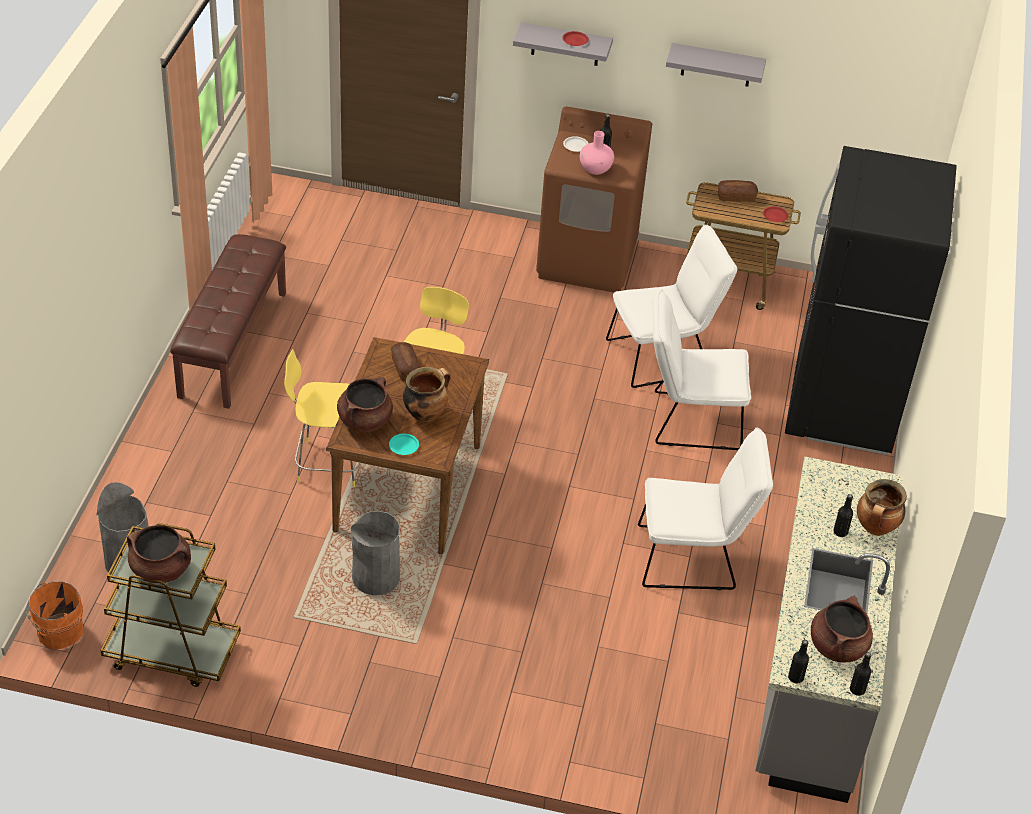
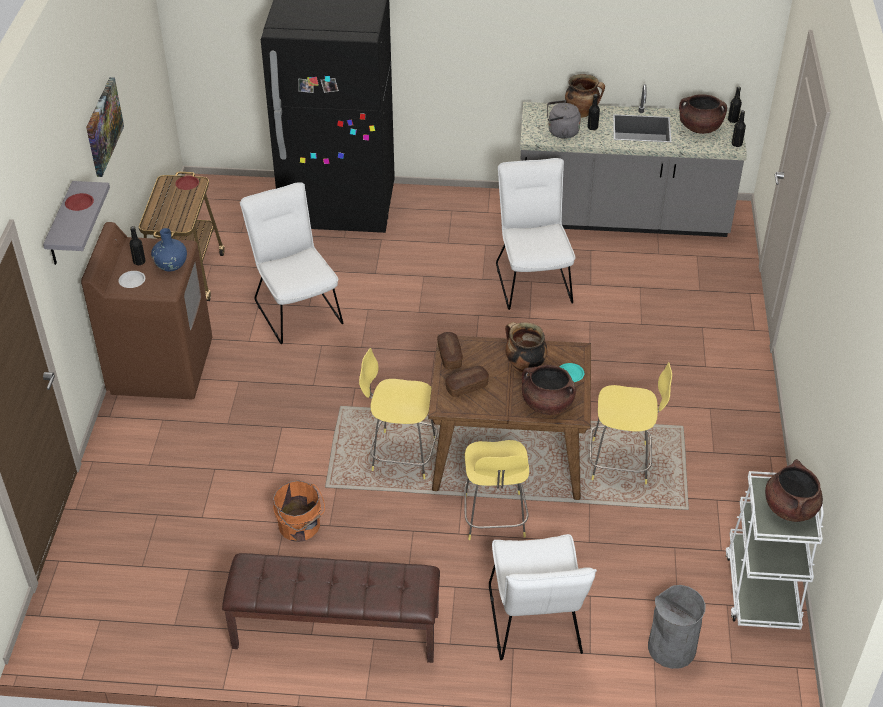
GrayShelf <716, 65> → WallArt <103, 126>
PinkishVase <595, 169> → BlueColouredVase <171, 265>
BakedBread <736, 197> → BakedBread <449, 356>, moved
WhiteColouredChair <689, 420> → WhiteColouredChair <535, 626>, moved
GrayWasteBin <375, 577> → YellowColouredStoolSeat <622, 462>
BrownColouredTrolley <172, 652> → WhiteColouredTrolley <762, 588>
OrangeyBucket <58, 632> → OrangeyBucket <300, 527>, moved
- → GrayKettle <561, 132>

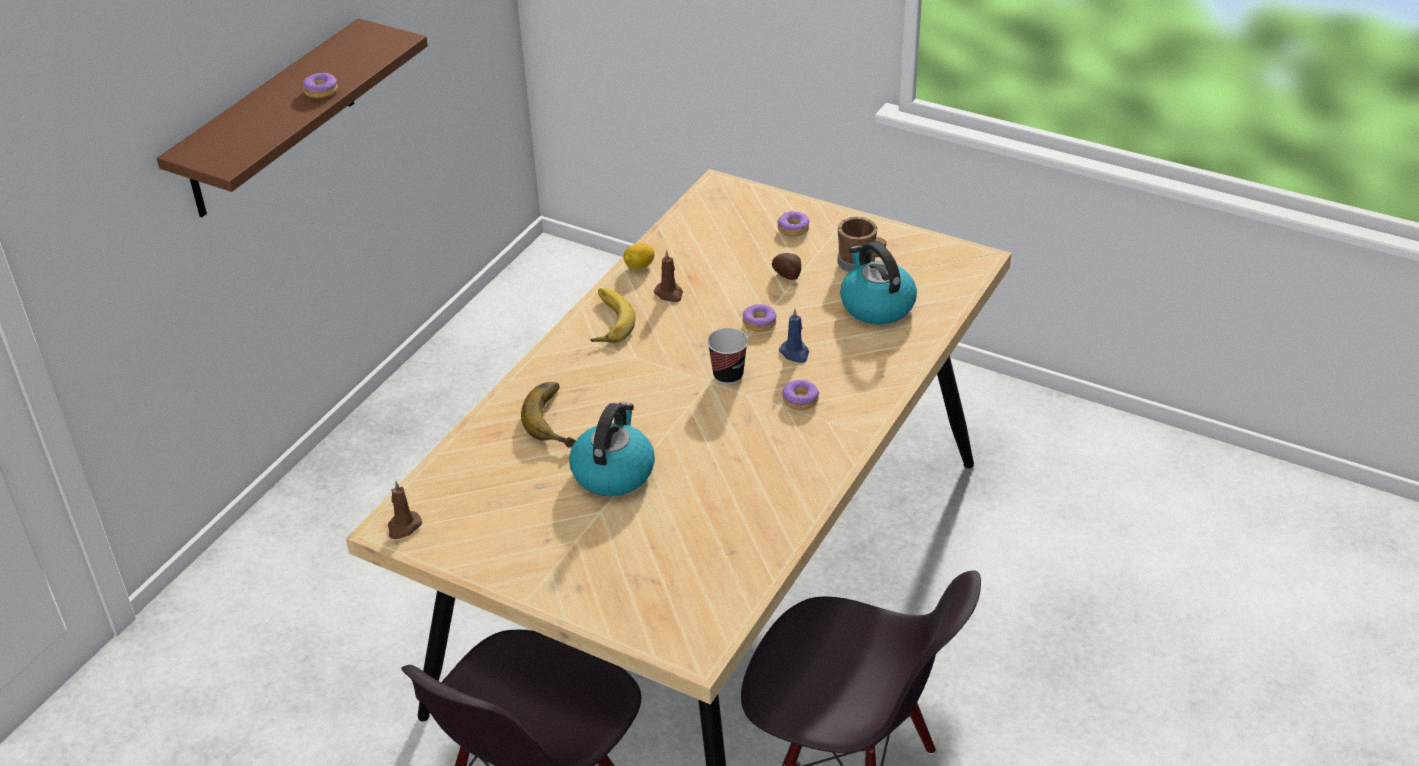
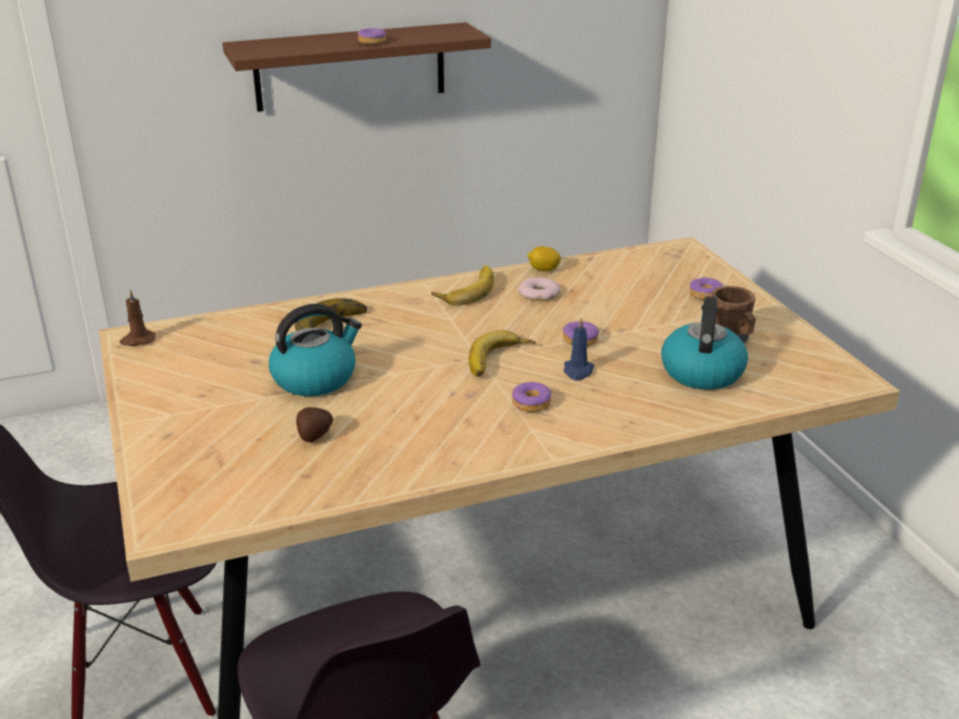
BrownColouredCandle <669, 294> → Donut <539, 294>
WholePotato <787, 275> → WholePotato <314, 436>, moved
DrinkingCup <728, 375> → BananaFruit <500, 361>

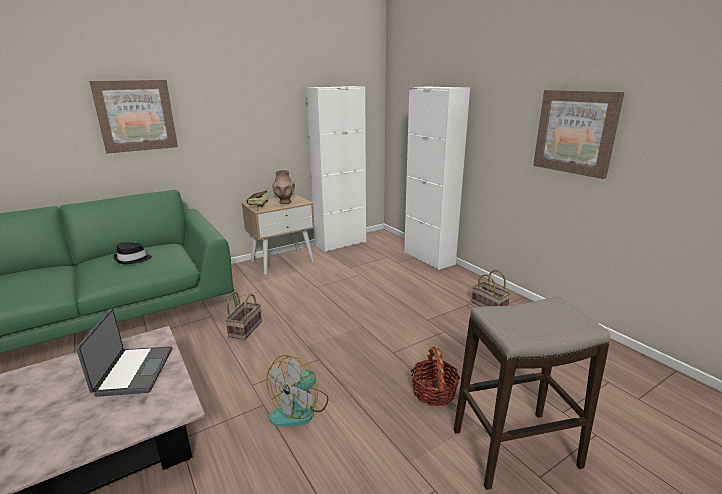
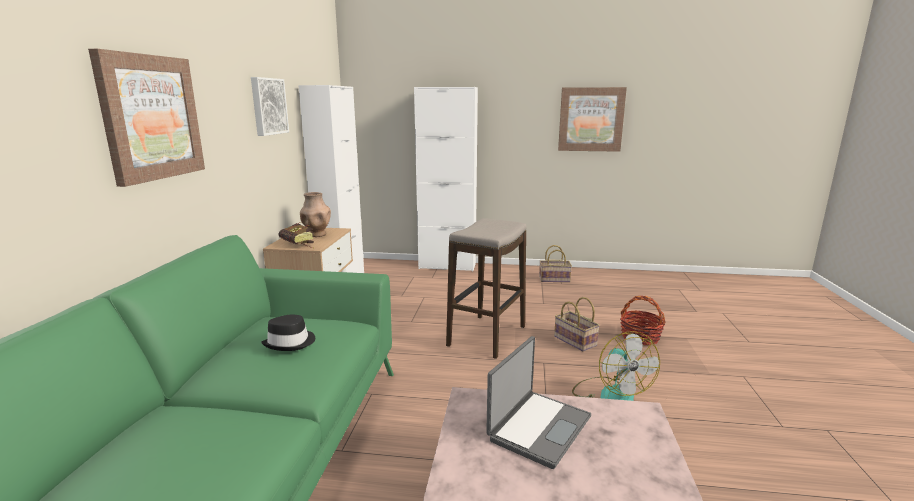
StorageBasket <245, 328> → StorageBasket <573, 341>, moved
StoolSeat <514, 448> → StoolSeat <486, 336>, moved
PortableComputer <133, 371> → PortableComputer <538, 428>, 90 degrees clockwise
- → WallArt <268, 106>

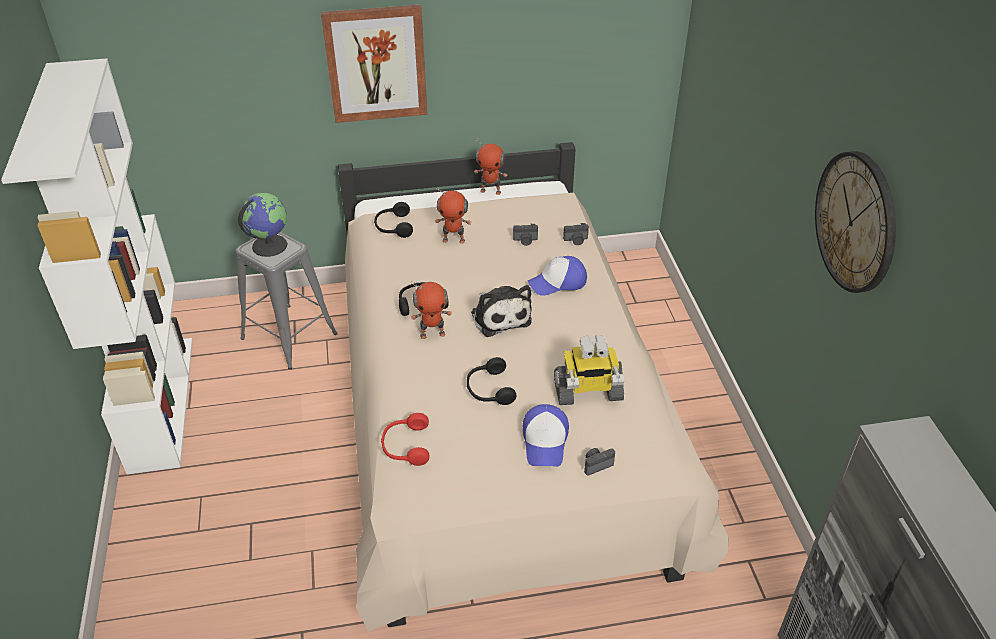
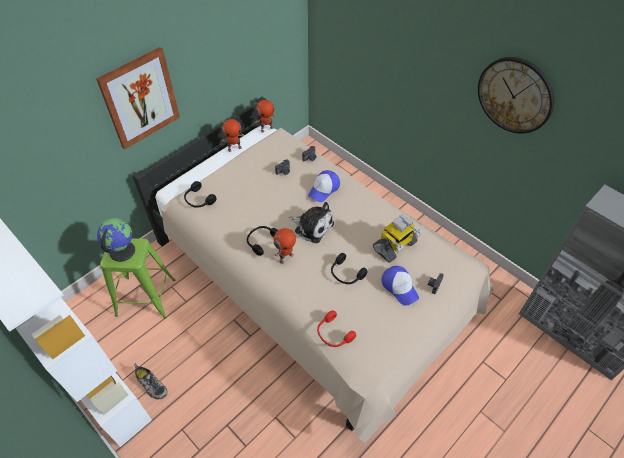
RobotFigure <454, 240> → RobotFigure <266, 128>, moved
GrayStoolSeat <288, 335> → GreenColouredStoolSeat <145, 297>
- → LowShoe <150, 384>

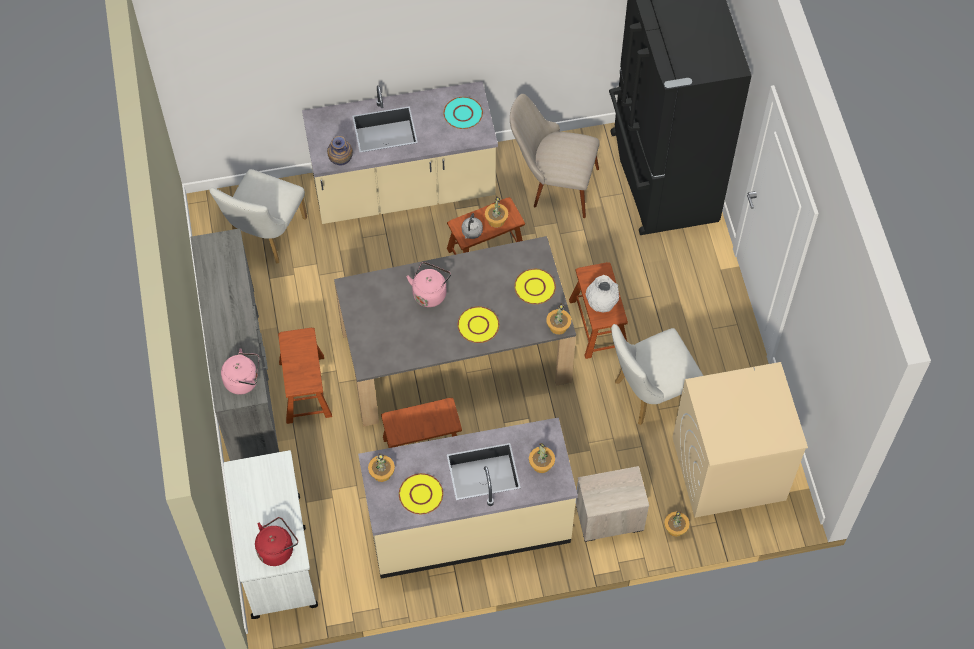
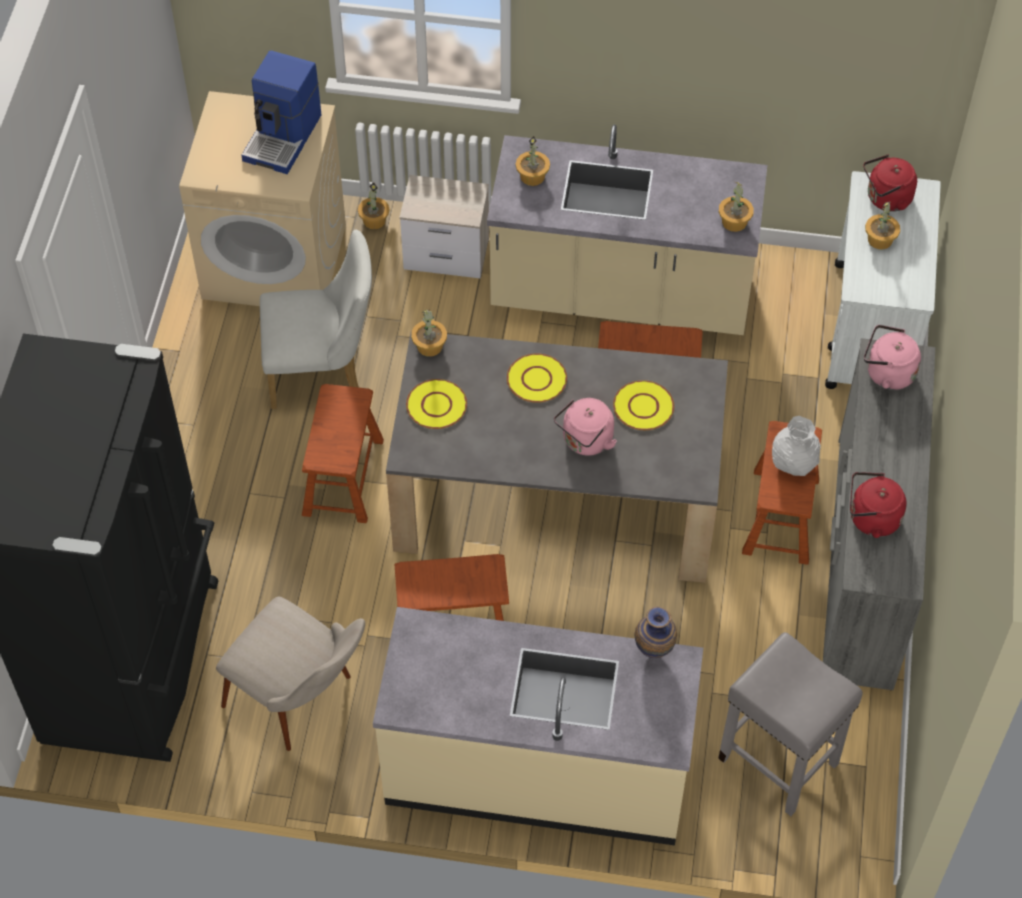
TurquoisePlate <463, 114> → -
WhiteColouredChair <265, 236> → GrayStoolSeat <780, 762>
Houseplant <496, 220> → Houseplant <880, 240>, moved
GrayKettle <471, 233> → -
WhiteColouredVase <601, 302> → WhiteColouredVase <794, 463>, moved
YellowColouredPlate <421, 494> → YellowColouredPlate <643, 406>, moved
- → CoffeeBrewer <284, 137>
- → ReddishKettle <871, 519>

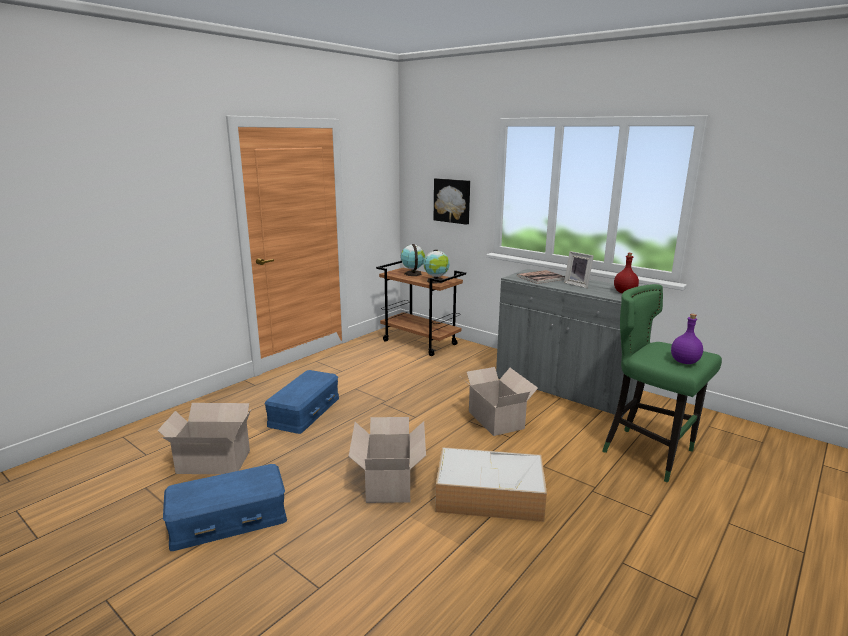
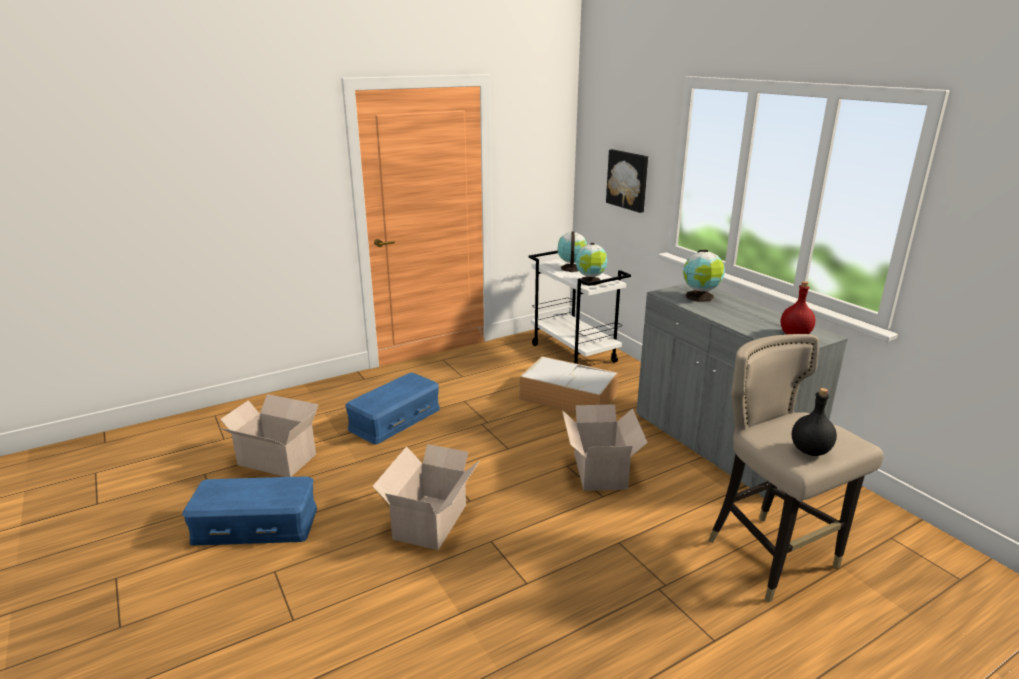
StandingFrame <578, 284> → -
BrownColouredTrolley <420, 343> → WhiteColouredTrolley <574, 353>
Volume <541, 277> → Globe <700, 297>
GreenColouredStoolSeat <649, 453> → BeigeColouredStoolSeat <771, 557>
PurpleColouredDrinkBottle <685, 362> → BlackDrinkBottle <810, 451>
StorageContainer <491, 495> → StorageContainer <569, 397>, moved

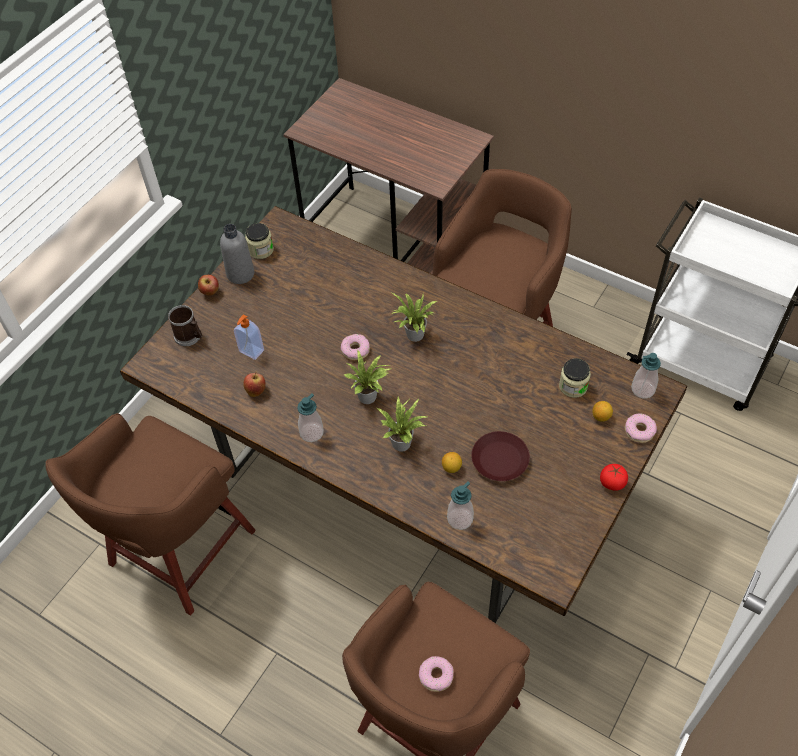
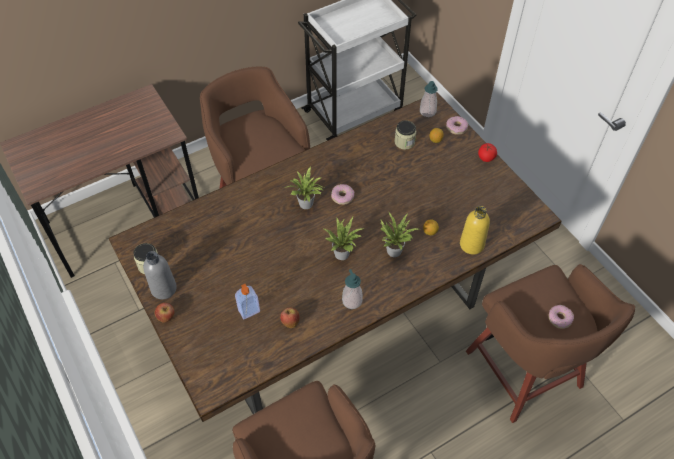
Mug <190, 336> → -
Donut <355, 350> → Donut <342, 196>, moved
BrownColouredPlate <499, 460> → -
LiquidSoapBottle <460, 519> → YellowColouredDrinkBottle <471, 244>

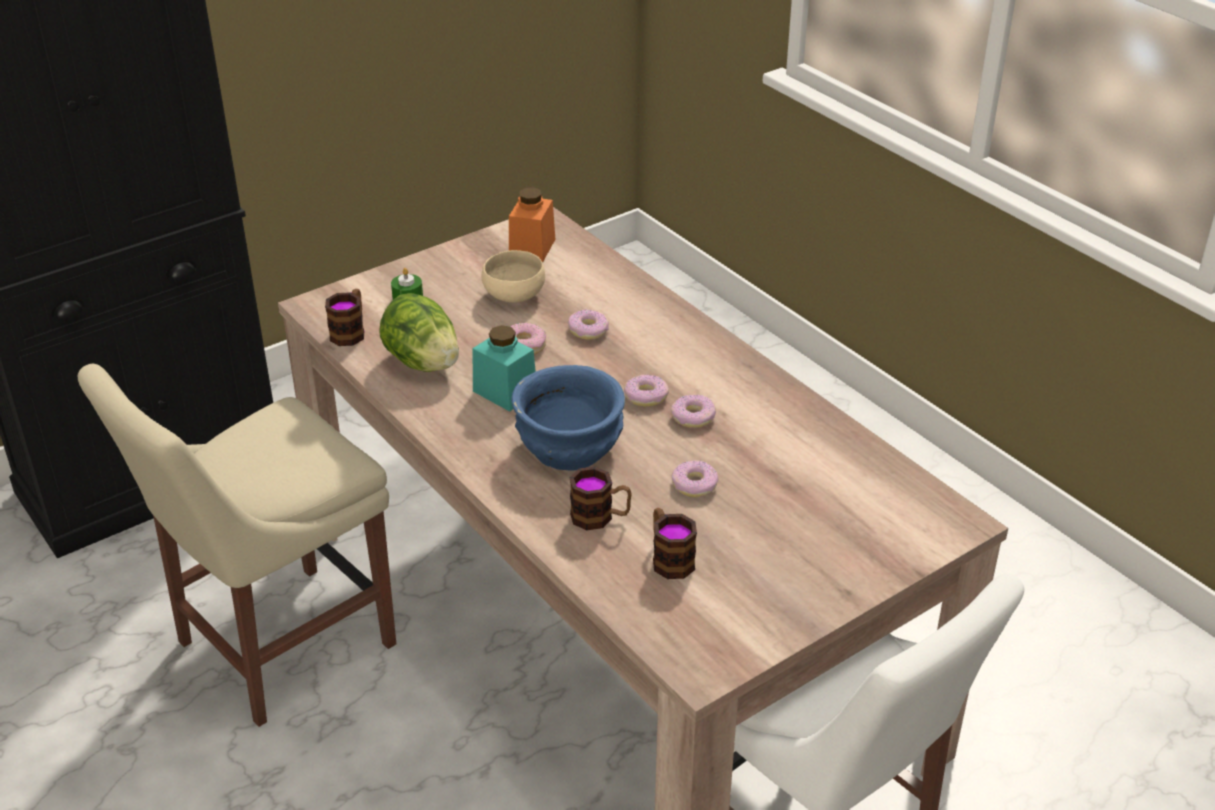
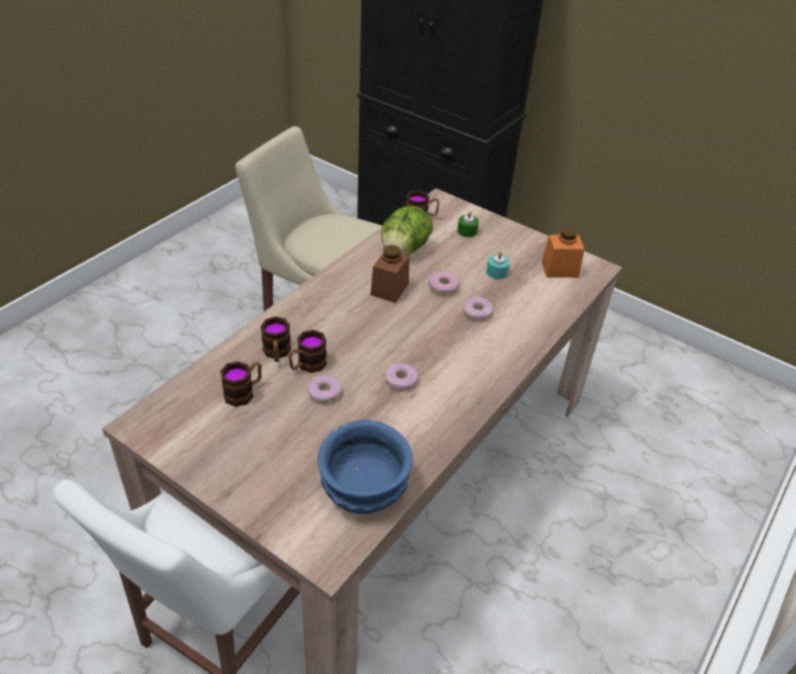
BeigeColouredBowl <513, 296> → TurquoiseCandle <497, 272>
TurquoiseStorageJar <505, 392> → BrownColouredStorageJar <389, 289>
BlueColouredBowl <571, 446> → BlueColouredBowl <364, 489>, moved
Donut <645, 396> → -
- → Mug <307, 365>

